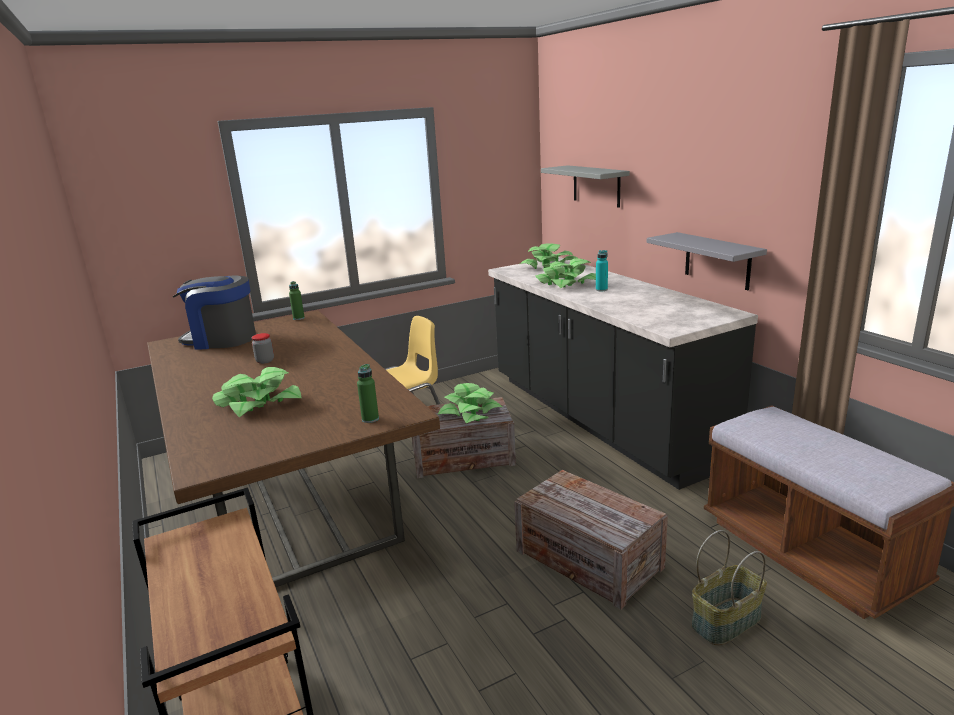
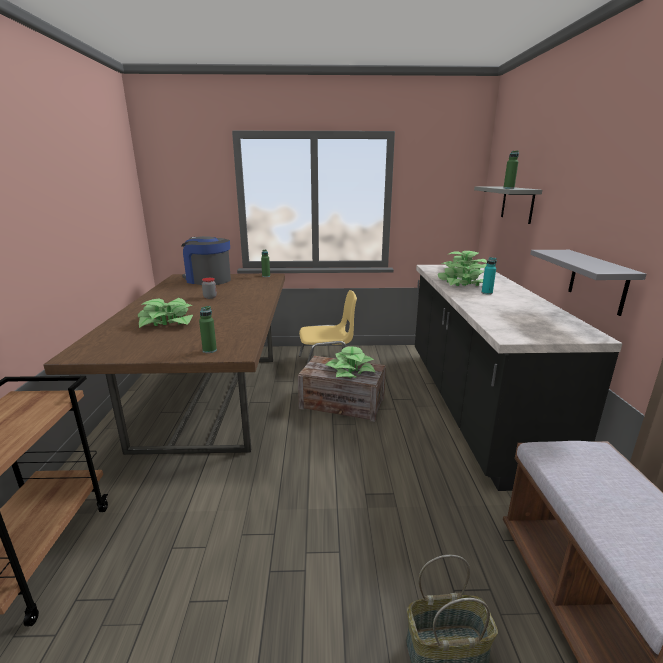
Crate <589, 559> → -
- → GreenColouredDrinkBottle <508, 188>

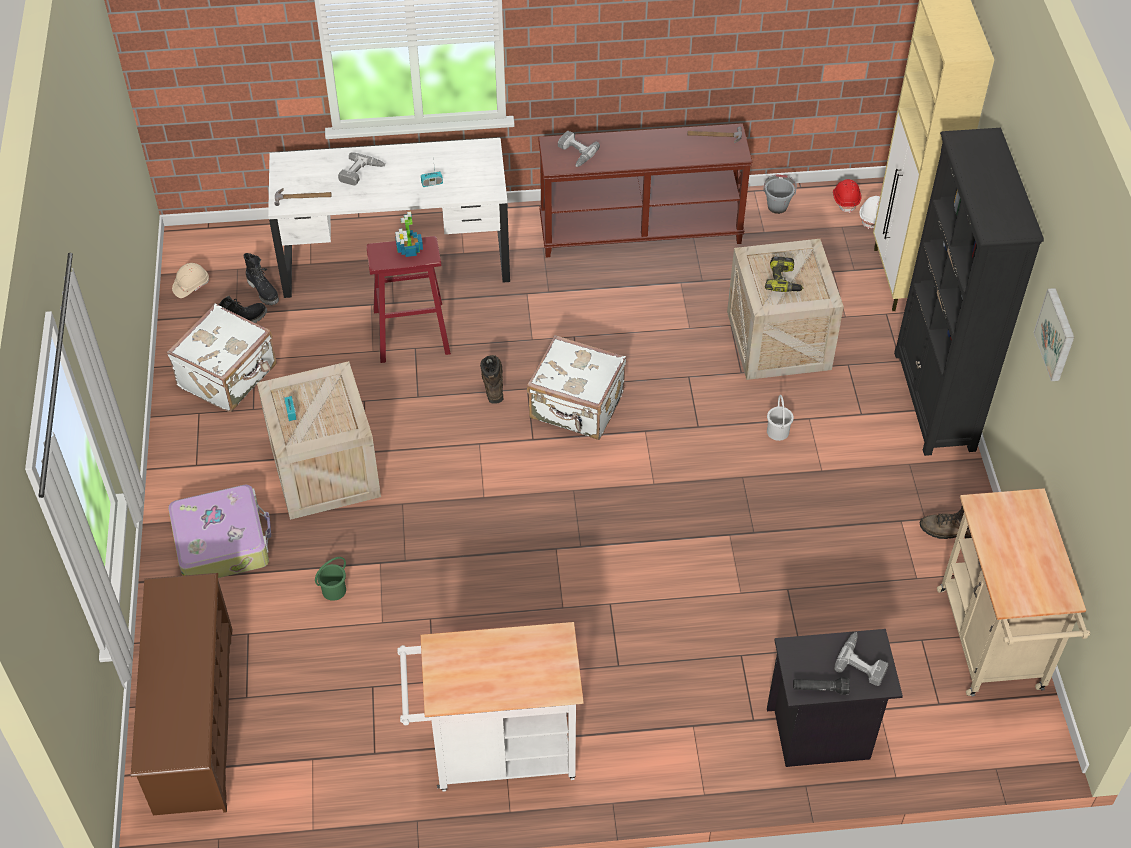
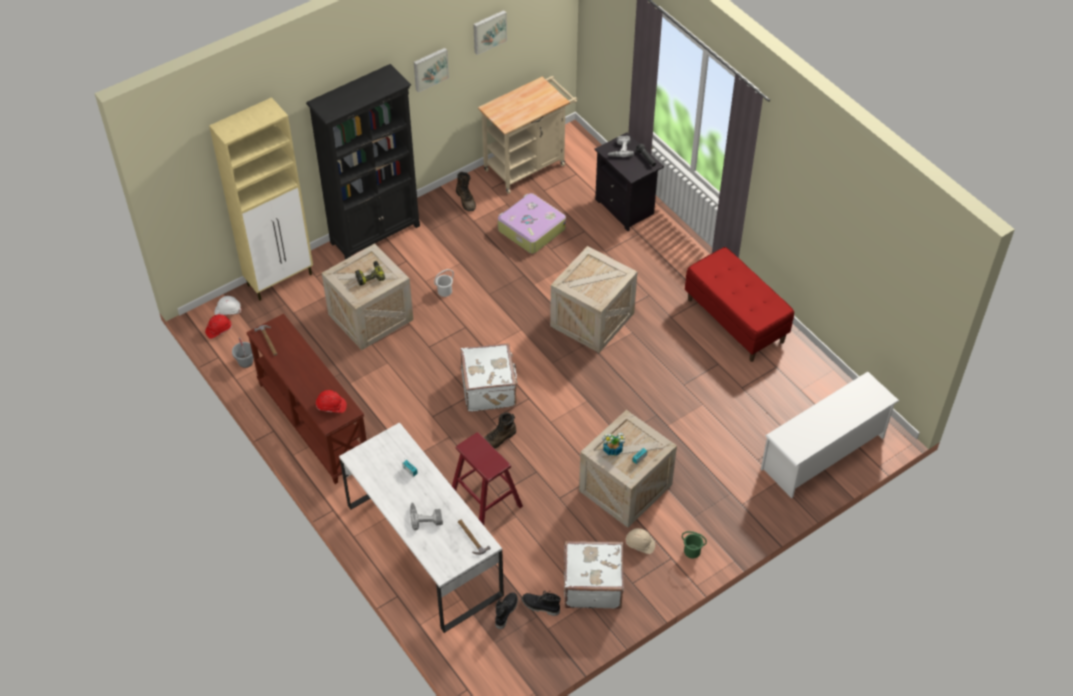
Drill <574, 153> → ReddishSafetyHelmet <331, 406>
Houseplant <409, 250> → Houseplant <613, 449>, moved
BeigeColouredSafetyHelmet <191, 286> → BeigeColouredSafetyHelmet <640, 544>, moved
PieceOfLuggage <222, 542> → PieceOfLuggage <530, 229>, moved
GreenColouredBucket <333, 590> → GreenColouredBucket <692, 551>, moved
BrownColouredShoeShelf <193, 719> → WhiteColouredShoeShelf <823, 453>
WhiteColouredTrolley <494, 752> → ReddishLongSeat <735, 320>
- → WallArt <489, 31>
- → Crate <592, 318>

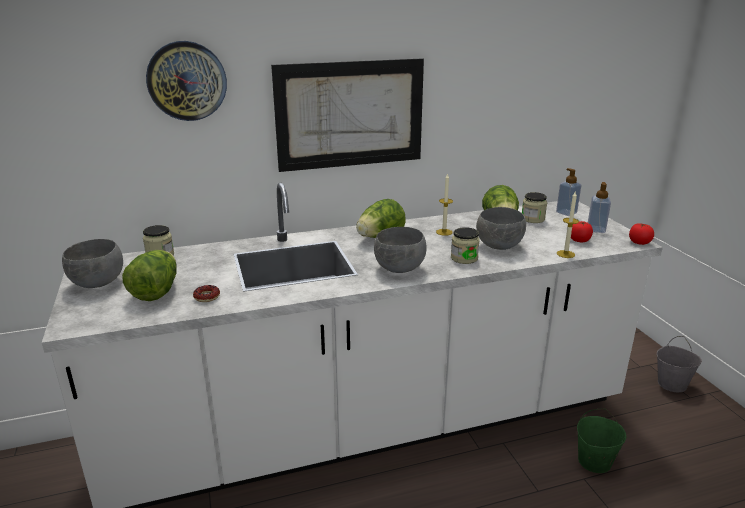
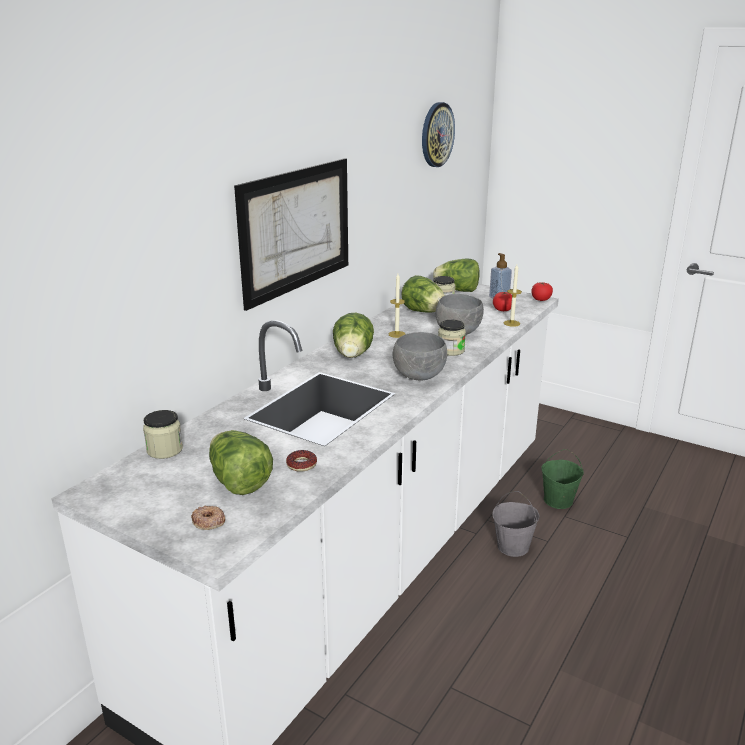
ClockOnTheWall <187, 81> → ClockOnTheWall <436, 134>, moved
LiquidSoapBottle <566, 213> → Lettuce <457, 290>
GrayBowl <98, 284> → -
GrayBucket <672, 384> → GrayBucket <513, 546>, moved
- → Donut <208, 521>

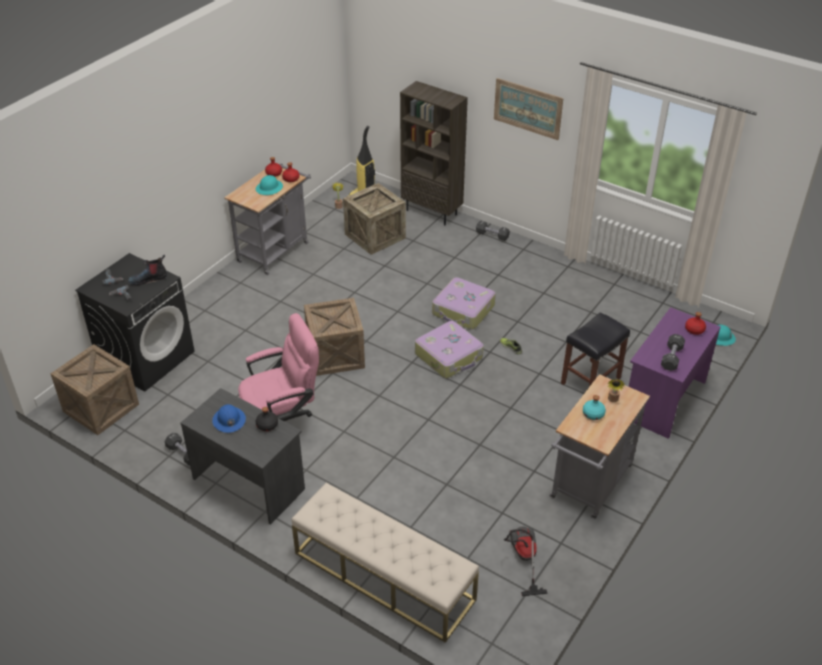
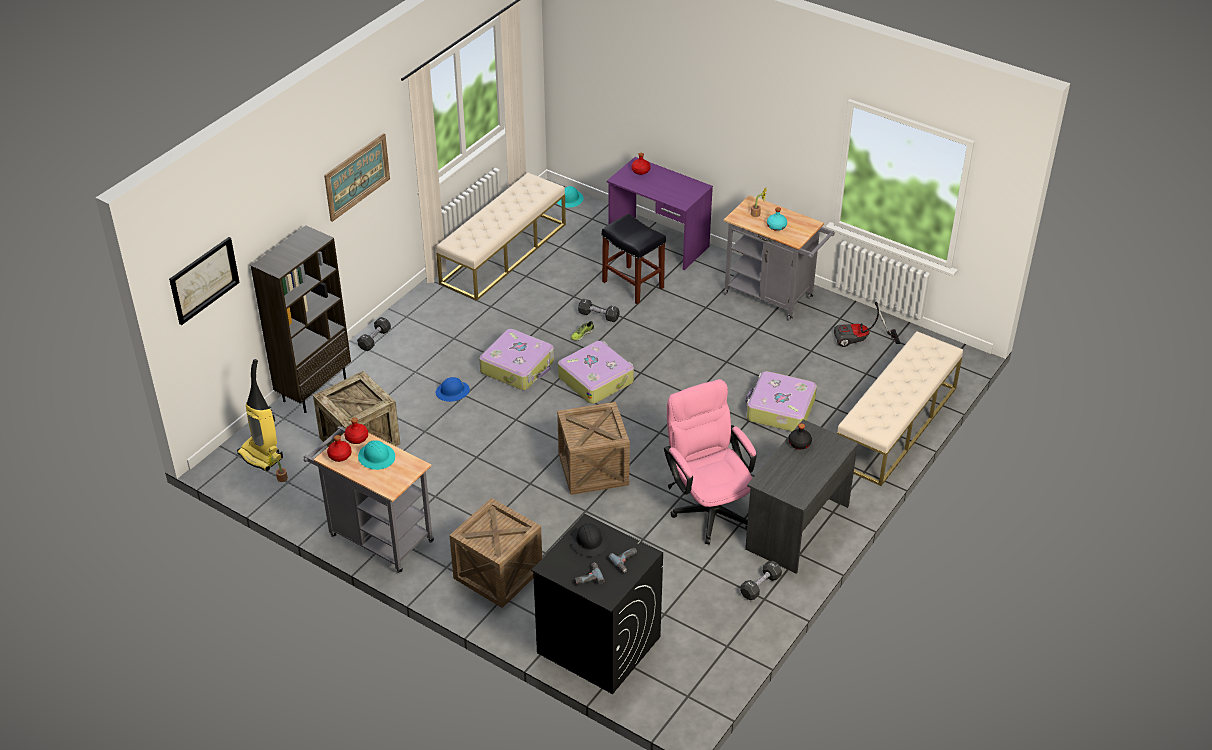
TallBoot <148, 279> → BlackSafetyHelmet <589, 541>
BlackFreeWeight <671, 358> → BlackFreeWeight <598, 316>, moved
Crate <101, 408> → Crate <498, 573>, moved
BlueColouredSafetyHelmet <229, 420> → BlueColouredSafetyHelmet <452, 392>, moved
- → BeigeColouredLongSeat <503, 253>
- → WallArt <204, 280>
- → PieceOfLuggage <779, 410>

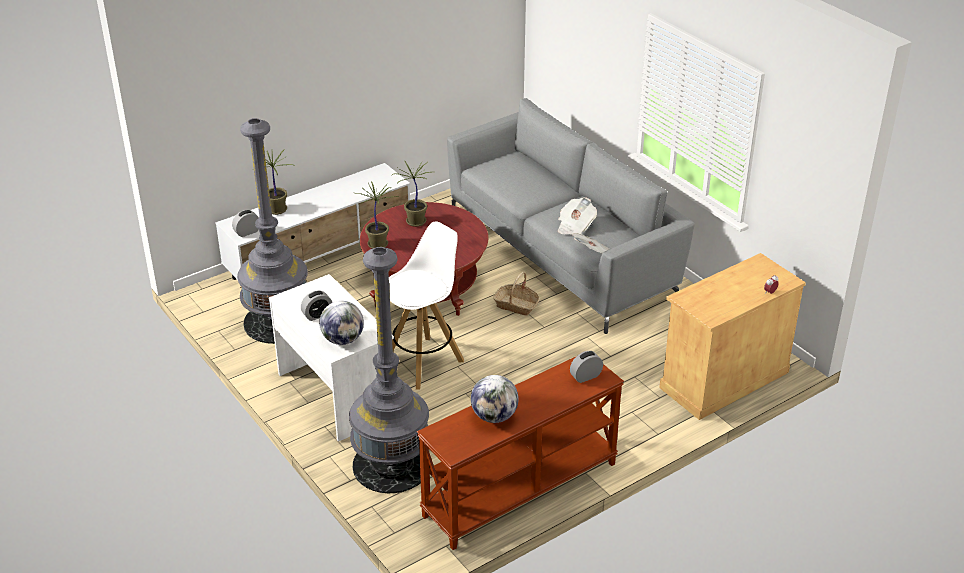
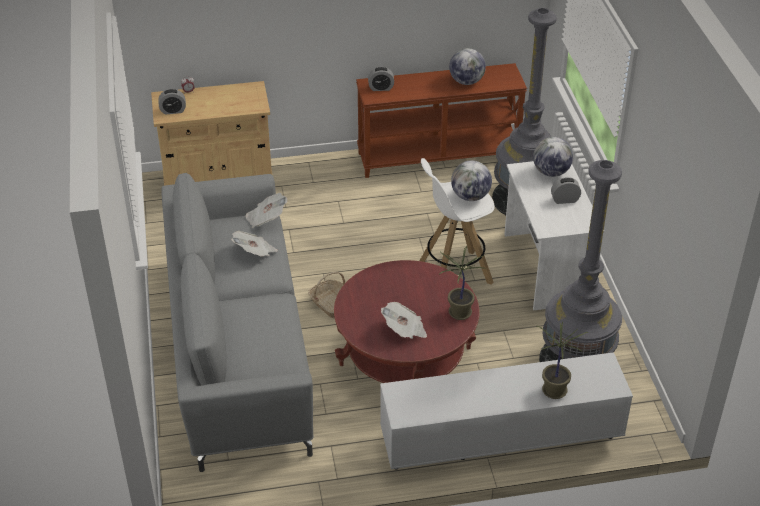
Houseplant <415, 222> → PrintedPaper <404, 330>
BedsideClock <247, 232> → BedsideClock <173, 111>, moved
- → Globe <470, 196>

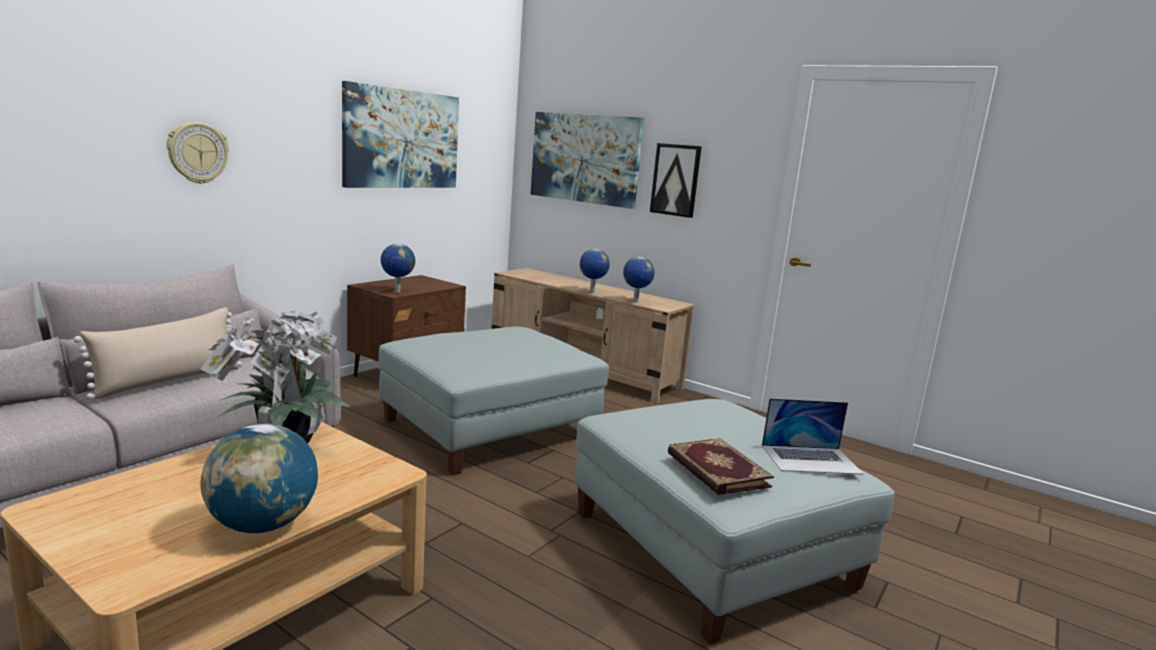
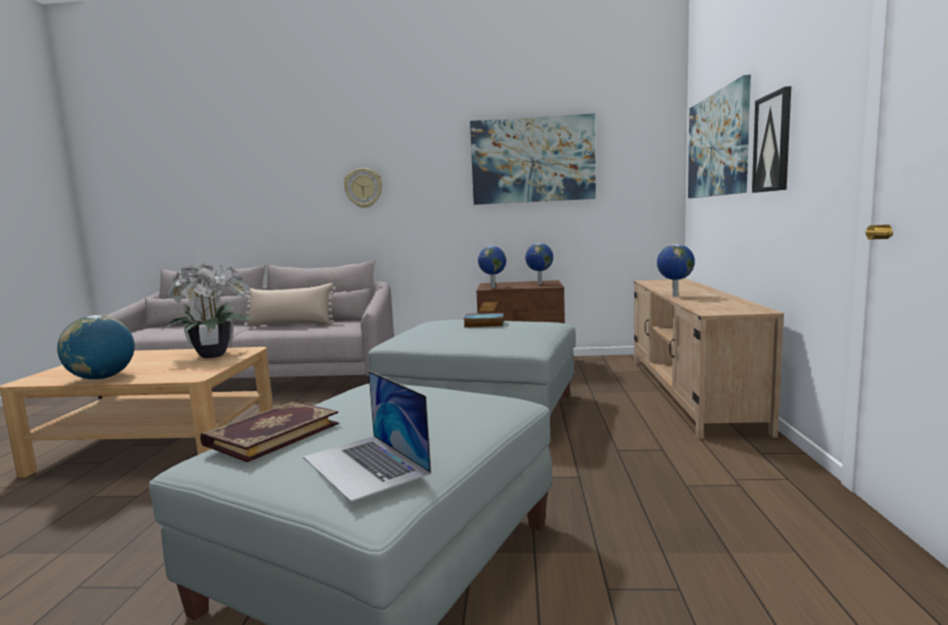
Globe <635, 302> → Globe <539, 284>, moved
- → Volume <483, 324>

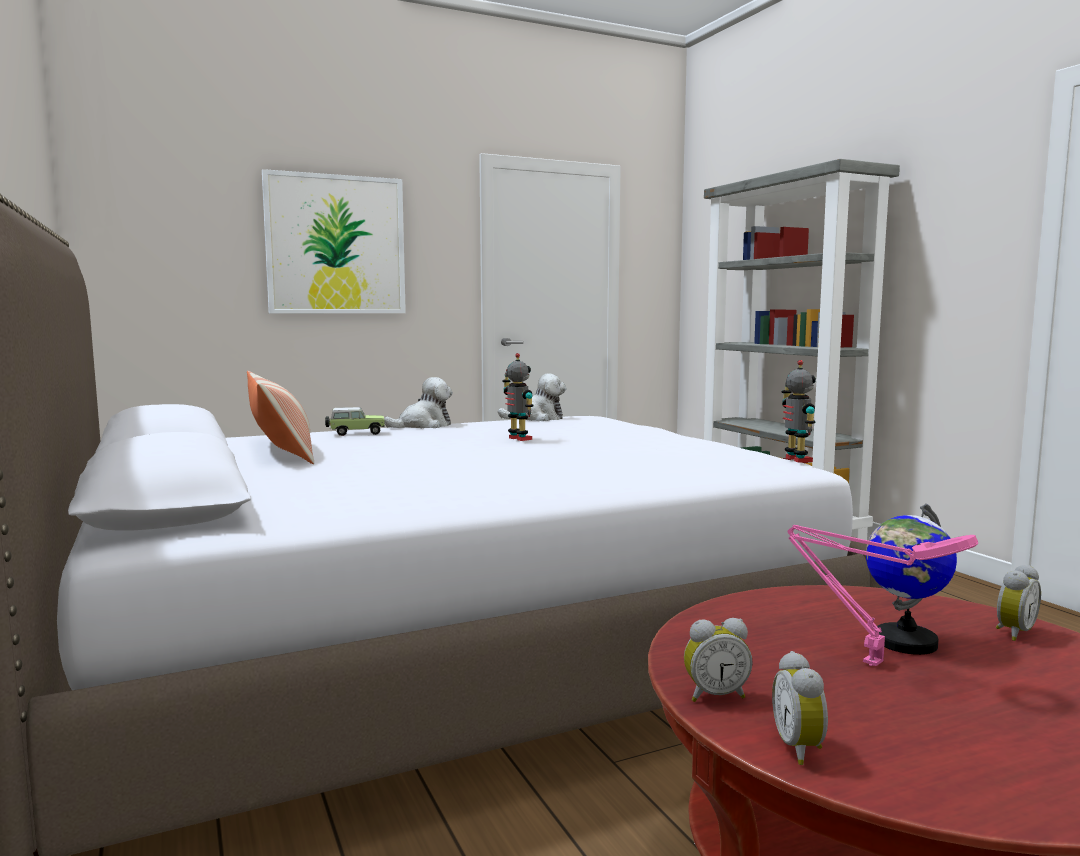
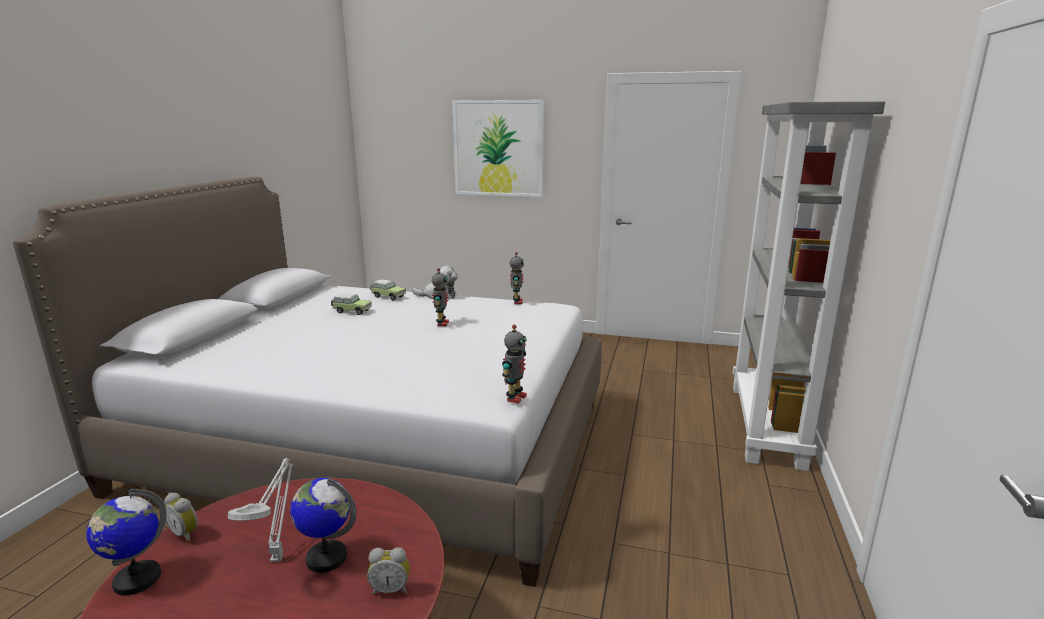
ThrowPillow <281, 450> → -
CuddlyToy <536, 418> → RobotFigure <517, 302>
PinkishLampForATable <866, 661> → GrayLampForATable <278, 557>
BedsideClock <801, 749> → Globe <137, 579>
- → MiniatureCar <351, 311>

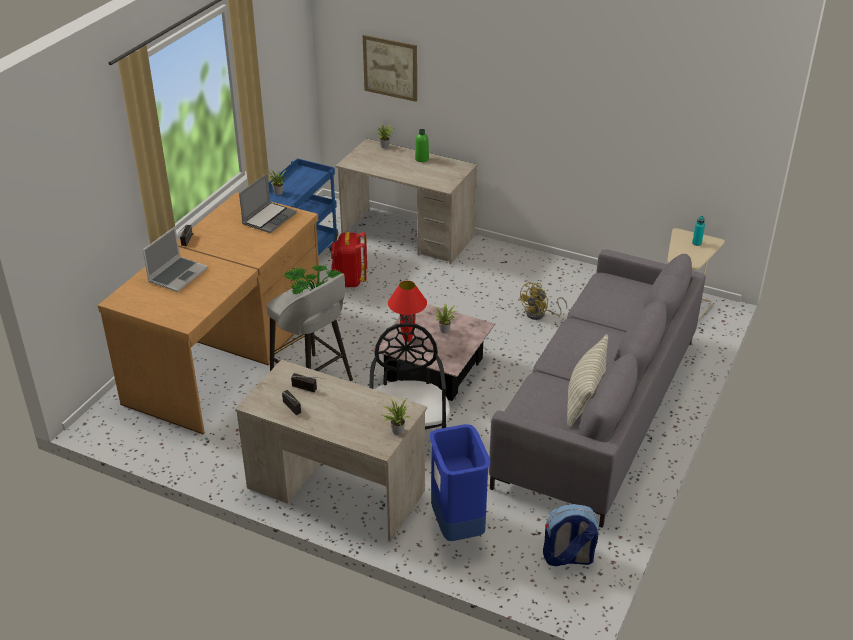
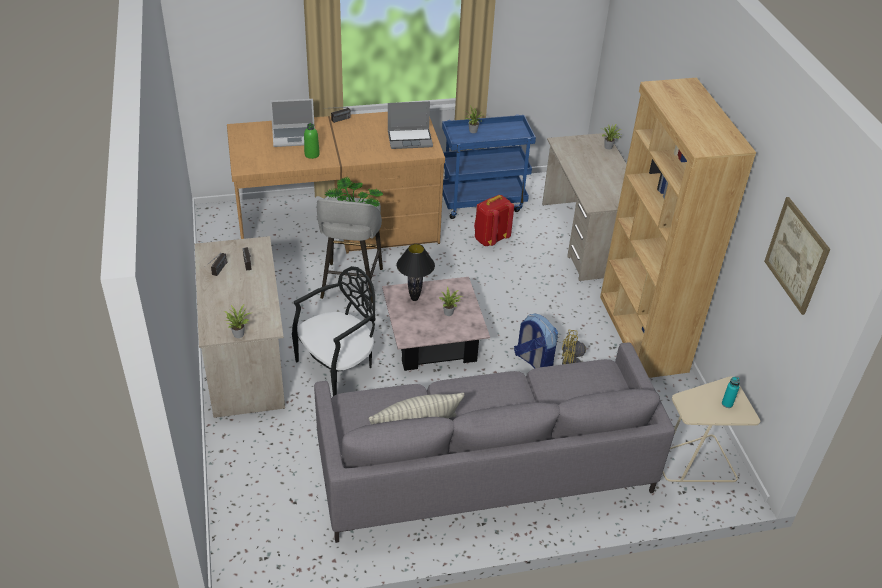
WallArt <390, 68> → WallArt <796, 255>, moved
GreenColouredDrinkBottle <422, 159> → GreenColouredDrinkBottle <312, 154>, moved
ReddishLampForATable <408, 339> → BlackLampForATable <415, 298>
BlueColouredWasteBin <458, 526> → -
Backpack <568, 558> → Backpack <533, 361>, moved
- → BrownColouredShelvingUnit <642, 333>

